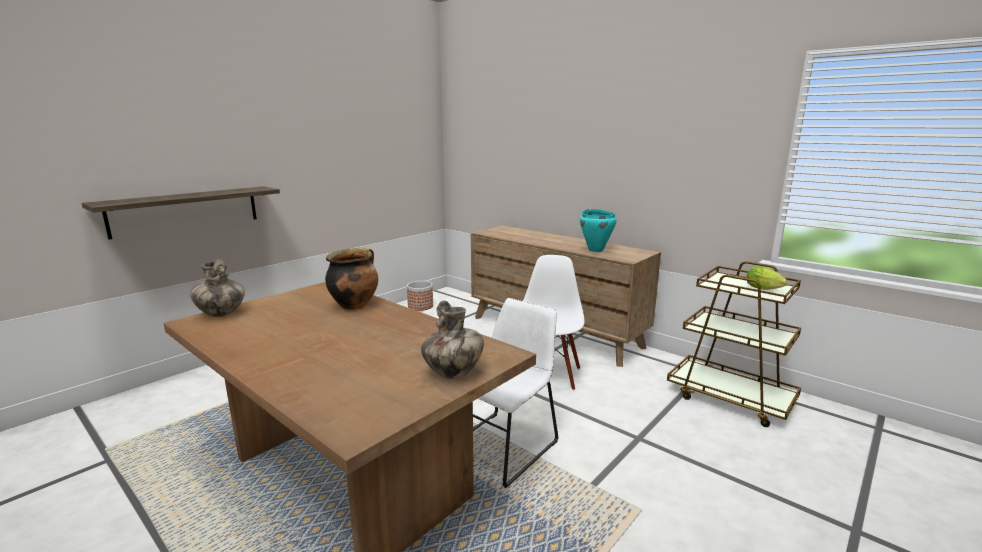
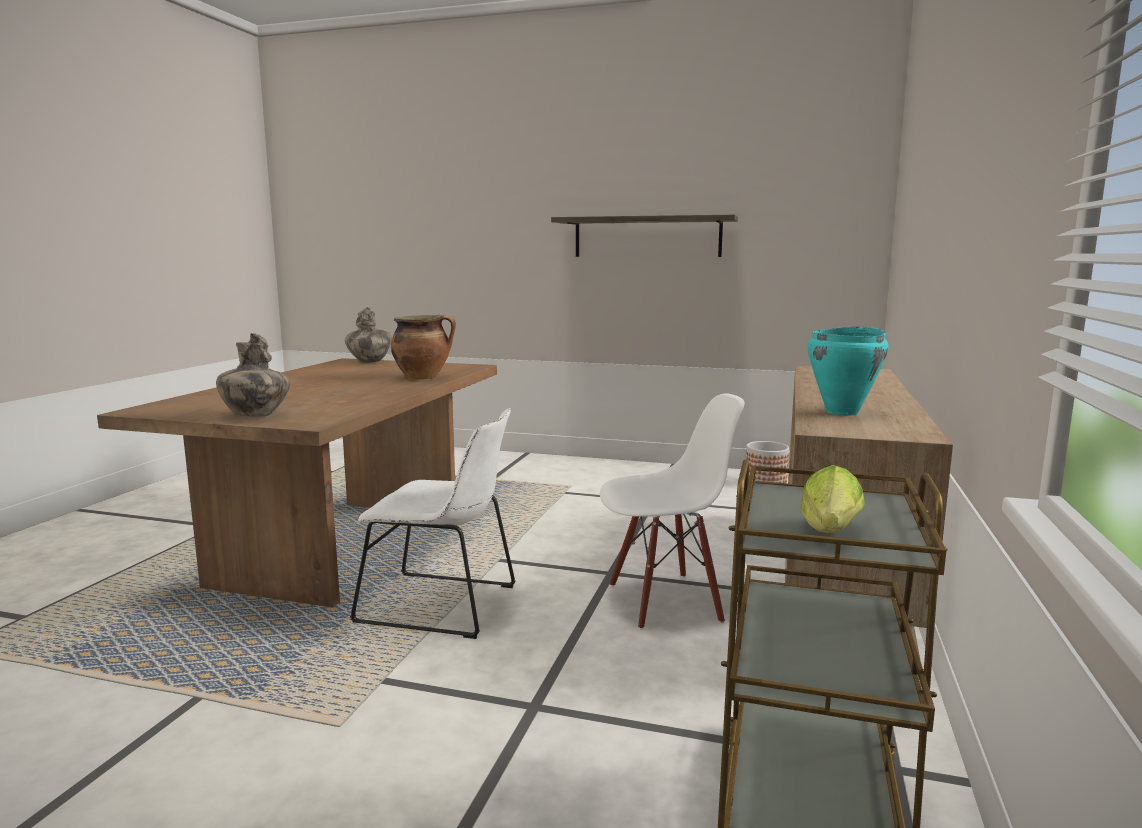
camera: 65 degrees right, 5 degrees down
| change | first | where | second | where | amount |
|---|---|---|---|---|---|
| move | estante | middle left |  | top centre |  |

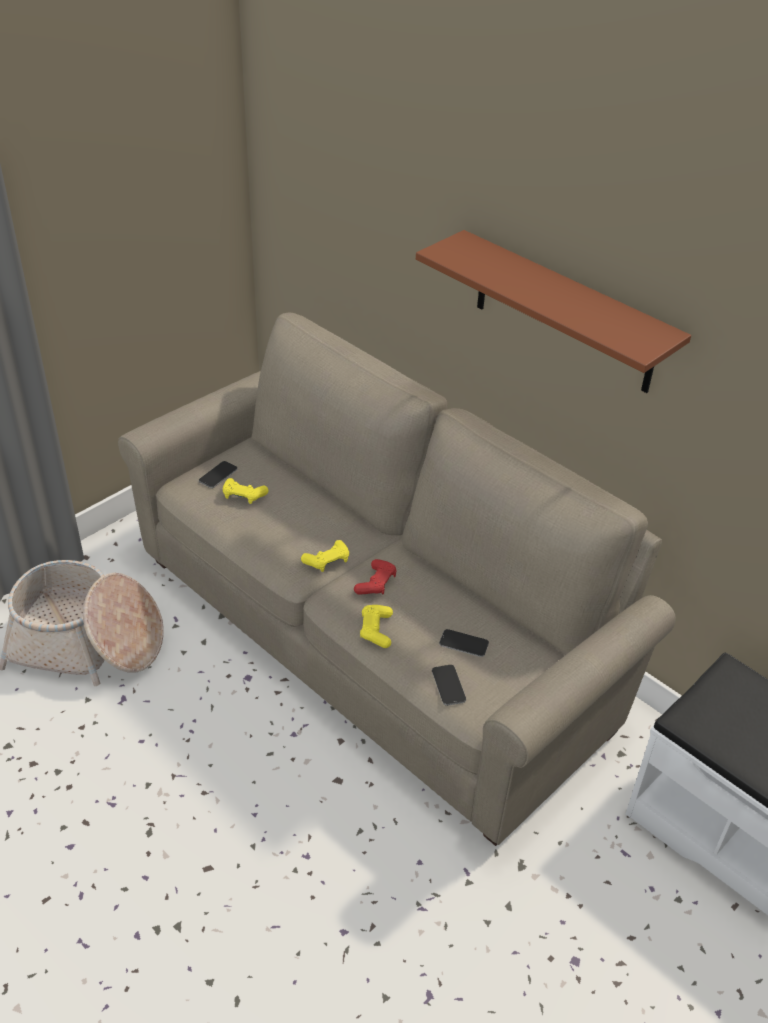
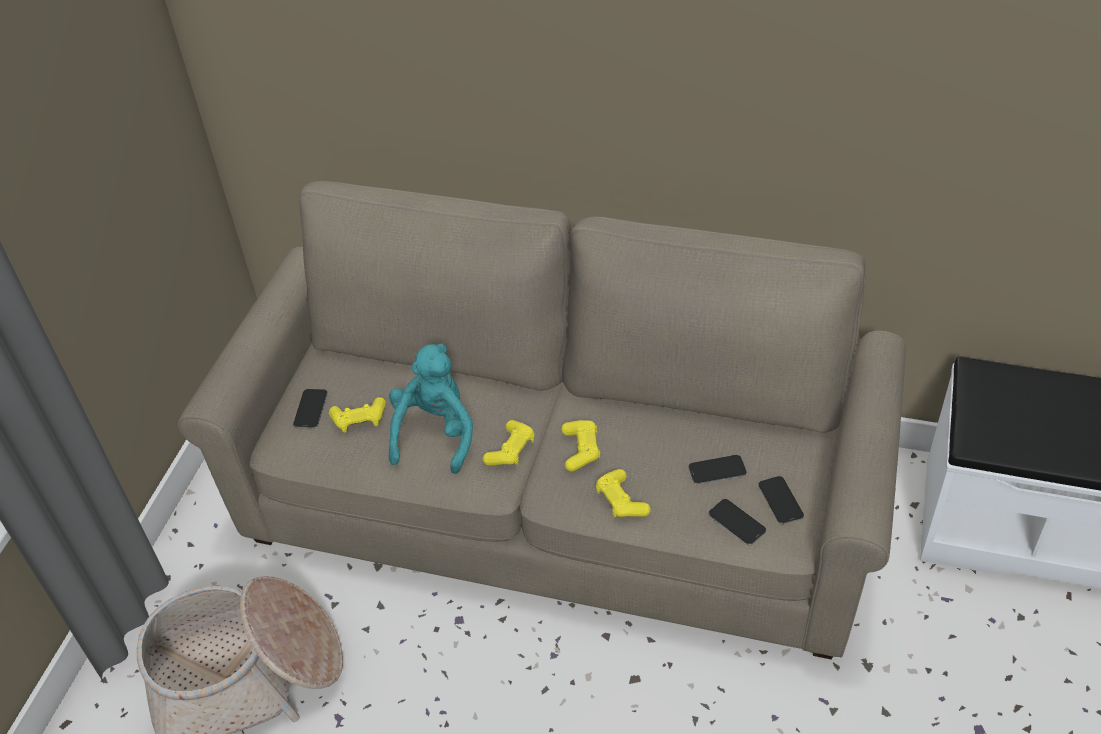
camera: 25 degrees left, 5 degrees up
| change | first | where | second | where | amount |
|---|---|---|---|---|---|
| delete | estante [marrón] | top right |  |  |  |
| insert |  |  | peluche [turquesa] | centre |  |
| insert |  |  | móvil (4th from left) | bottom right |  |
| recolor | mando de consola [rojo] | centre | mando de consola [amarillo] (3rd from left) | centre |  |

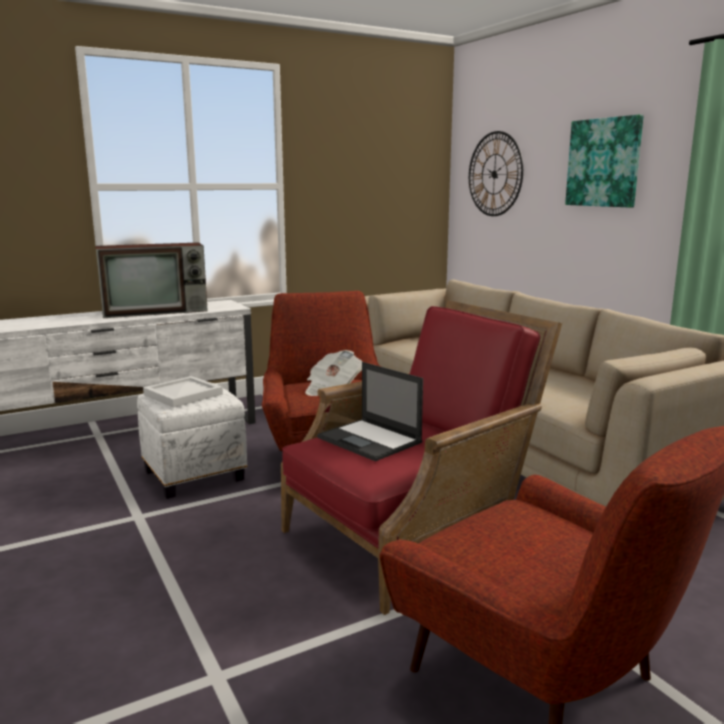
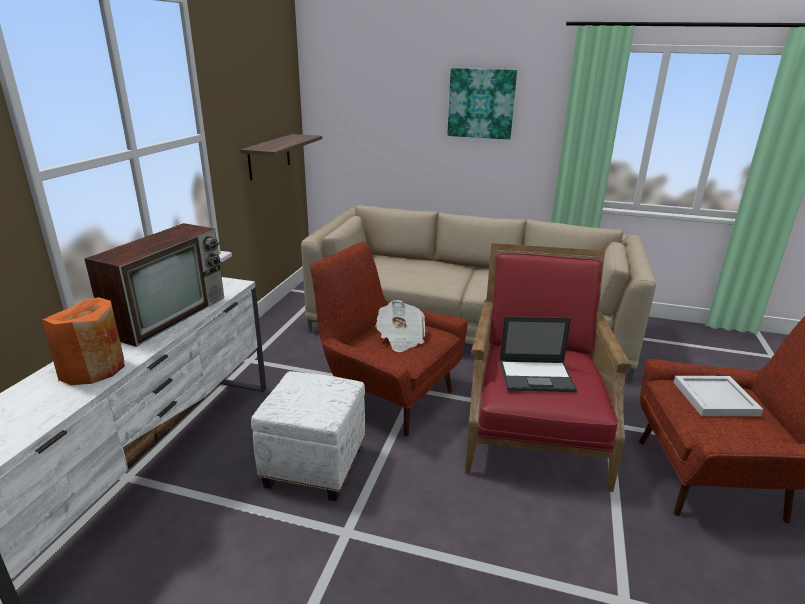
camera: 45 degrees left, 10 degrees up
| change | first | where | second | where | amount |
|---|---|---|---|---|---|
| delete | reloj de pared | top right |  |  |  |
| insert |  |  | florero [naranja] | middle left |  |
| insert |  |  | estante | top centre |  |
| move | bandeja [blanco] | middle left |  | middle right |  |

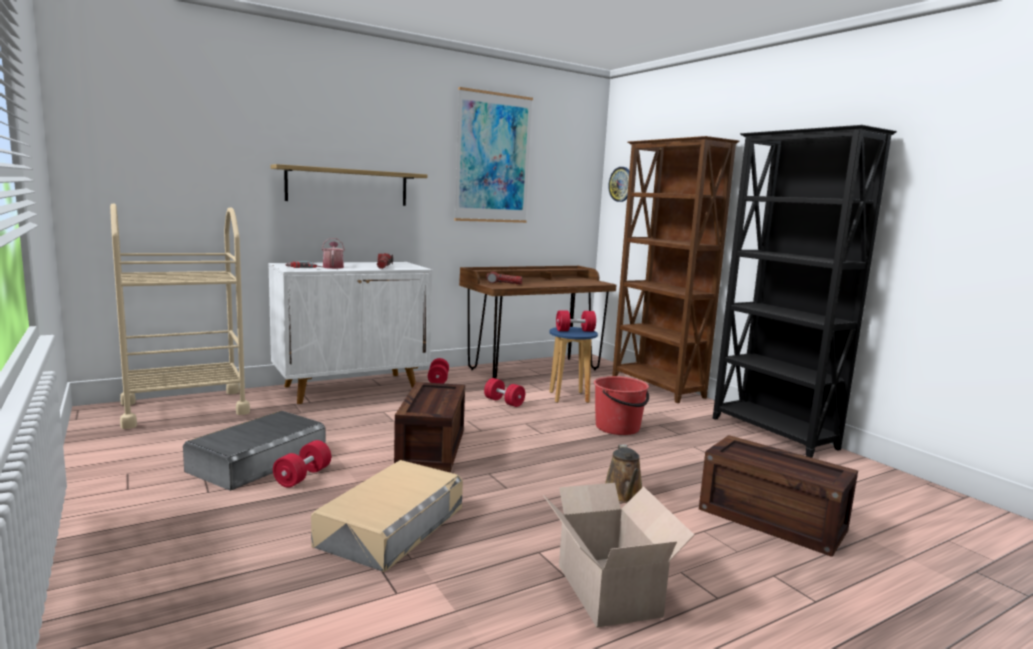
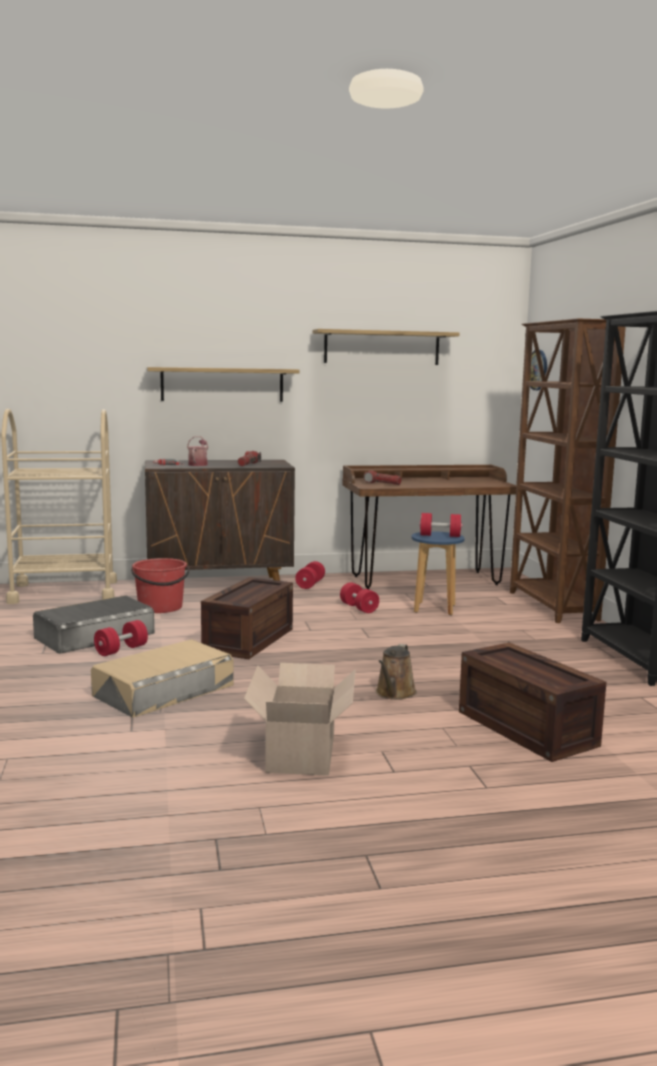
camera: 20 degrees right, 0 degrees up
| change | first | where | second | where | amount |
|---|---|---|---|---|---|
| move | cubo [rojo] | centre |  | middle left |  |
| replace | cuadro | top centre | estante (2nd from left) | top centre |  |
| recolor | armario [blanco] | centre | armario [marrón] | centre |  |

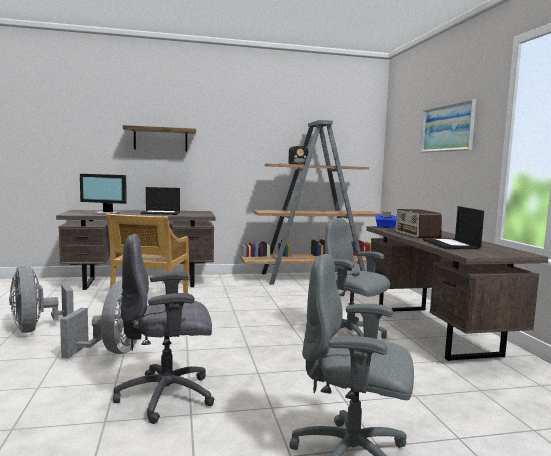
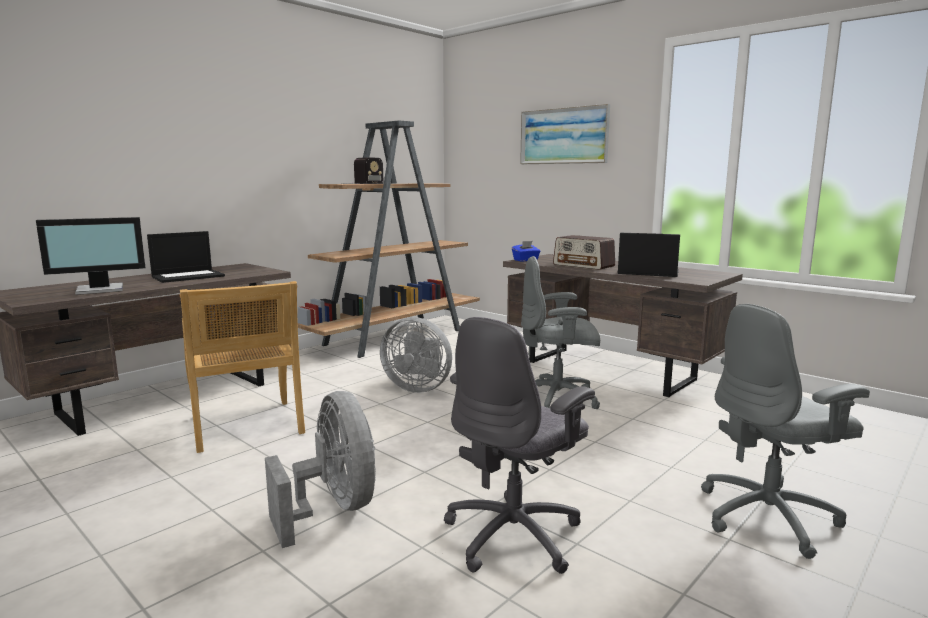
camera: 35 degrees left, 5 degrees up
| change | first | where | second | where | amount |
|---|---|---|---|---|---|
| delete | estante | top left |  |  |  |
| move | ventilador [gris] (1st from left in the first image) | middle left | ventilador [gris] (2nd from left) | centre |  |
| rotate | portátil (2nd from left) | middle right |  | middle right | 150 degrees clockwise |

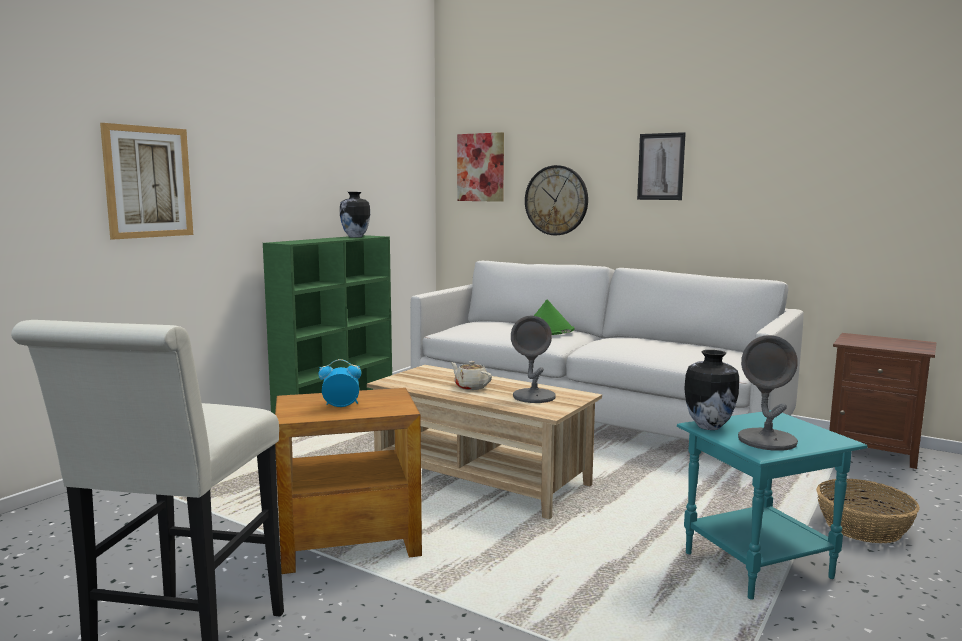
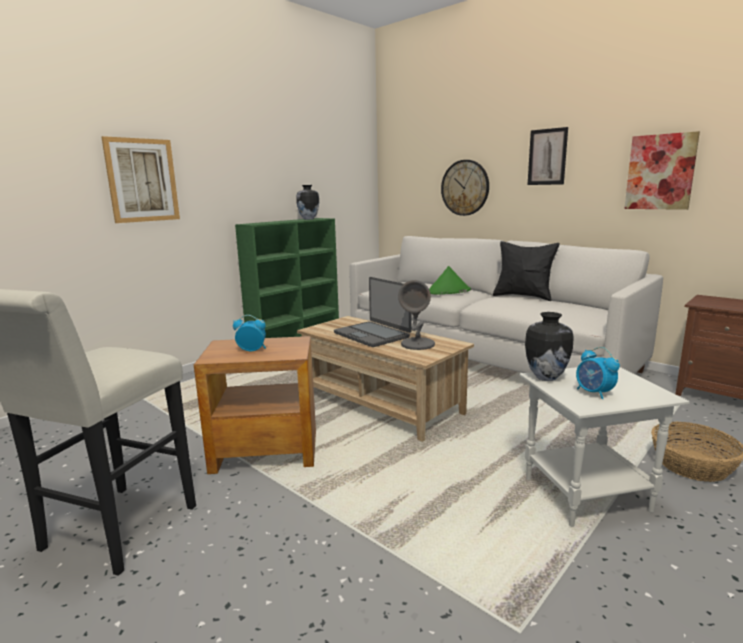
camera: 10 degrees right, 5 degrees up
| change | first | where | second | where | amount |
|---|---|---|---|---|---|
| insert |  |  | cojín [negro] | middle right |  |
| move | cuadro (2nd from left in the first image) | top centre | cuadro (3rd from left) | top right |  |
| replace | tetera [beis] | centre | portátil | centre |  |
| replace | lámpara de mesa [gris] (2nd from left) | middle right | despertador (2nd from left) | middle right |  |
| recolor | mesa auxiliar [turquesa] | bottom right | mesa auxiliar [blanco] | bottom right |  |

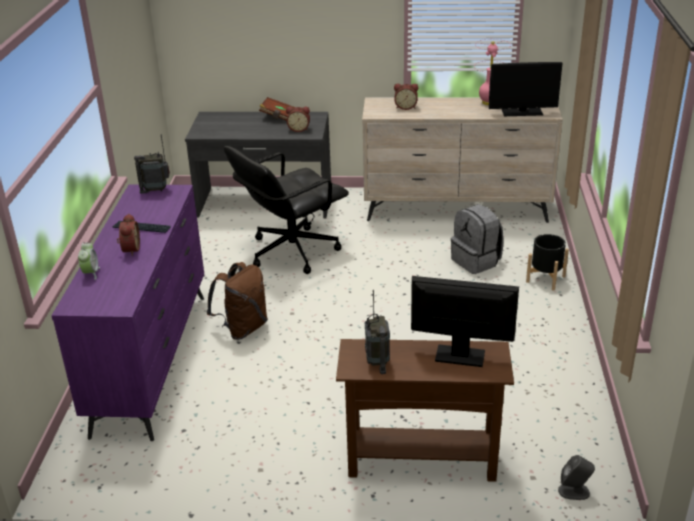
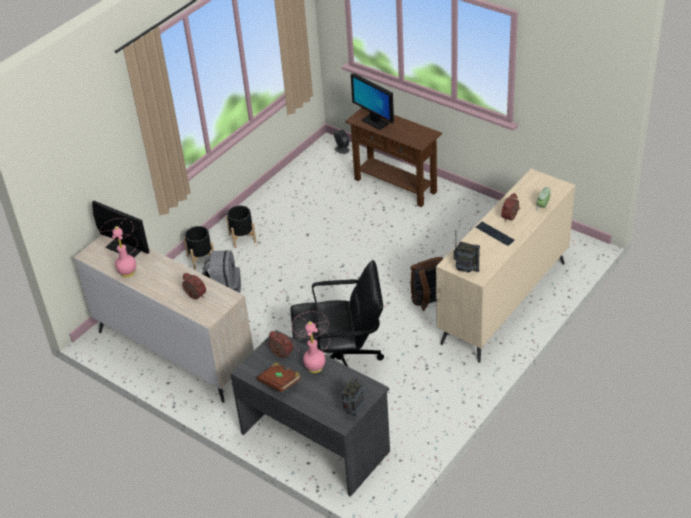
camera: 145 degrees left, 10 degrees up
| change | first | where | second | where | amount |
|---|---|---|---|---|---|
| insert |  |  | maceta [negro] (2nd from left) | centre |  |
| insert |  |  | lámpara de mesa [rosa] (2nd from left) | centre |  |
| move | radio (2nd from left in the first image) | centre | radio (1st from left) | bottom centre |  |
| recolor | cómoda [morado] | middle left | cómoda [beis] (2nd from left) | middle right |  |

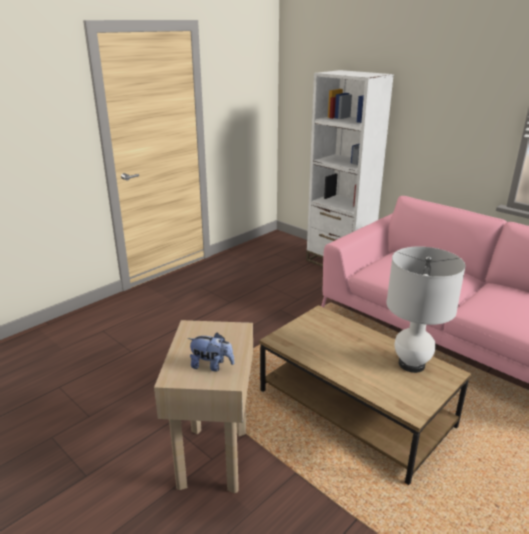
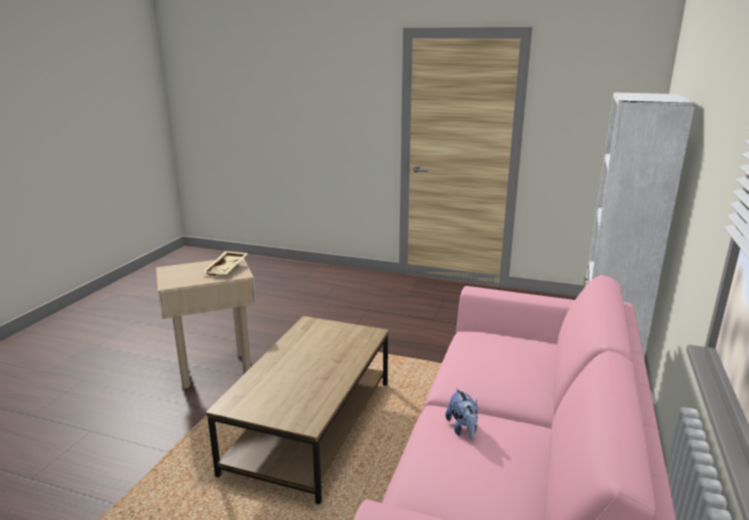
camera: 65 degrees right, 5 degrees down
| change | first | where | second | where | amount |
|---|---|---|---|---|---|
| delete | lámpara de mesa [blanco] | middle right |  |  |  |
| insert |  |  | bandeja [beis] | middle left |  |
| move | peluche | centre |  | bottom centre |  |

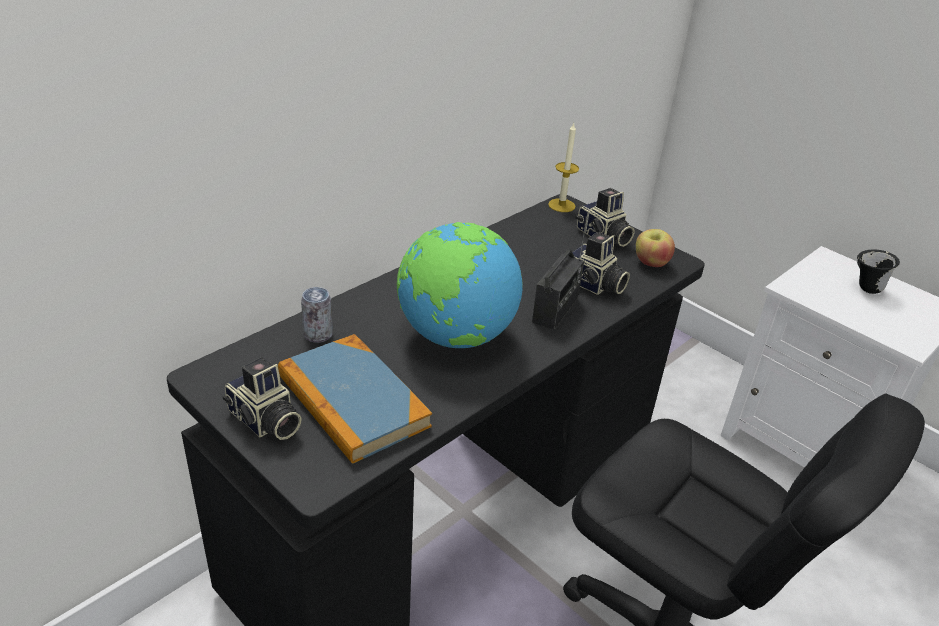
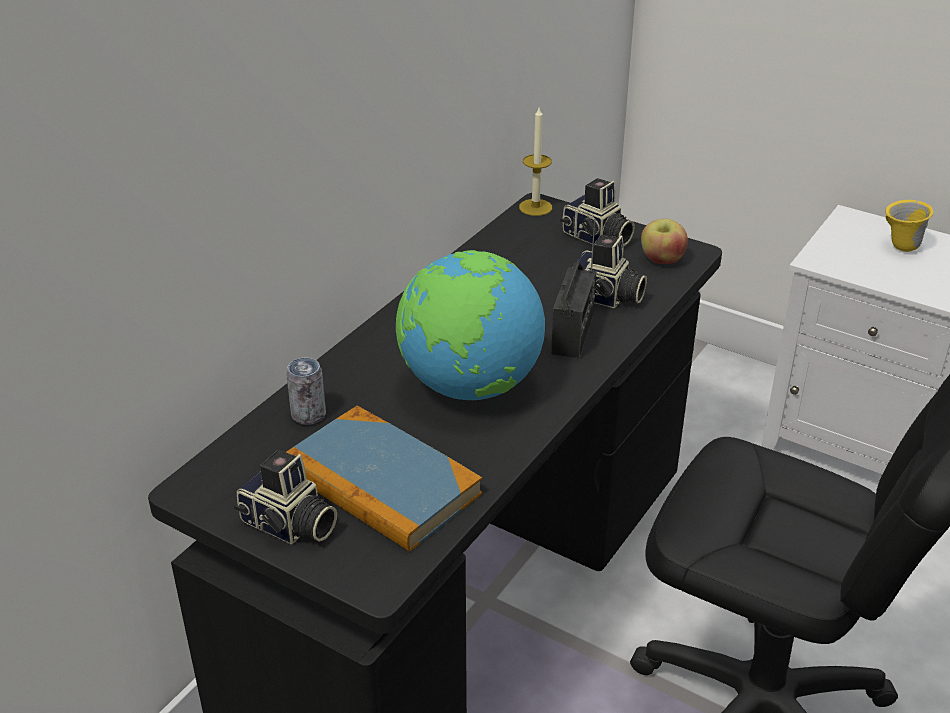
camera: 10 degrees left, 0 degrees up
| change | first | where | second | where | amount |
|---|---|---|---|---|---|
| recolor | taza grande [negro] | middle right | taza grande [amarillo] | top right |  |

